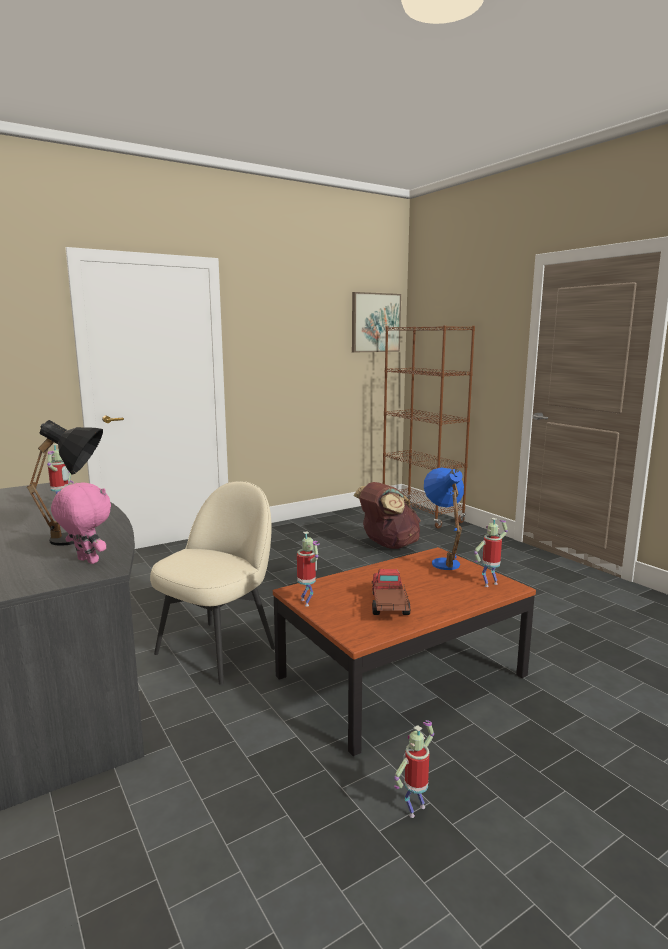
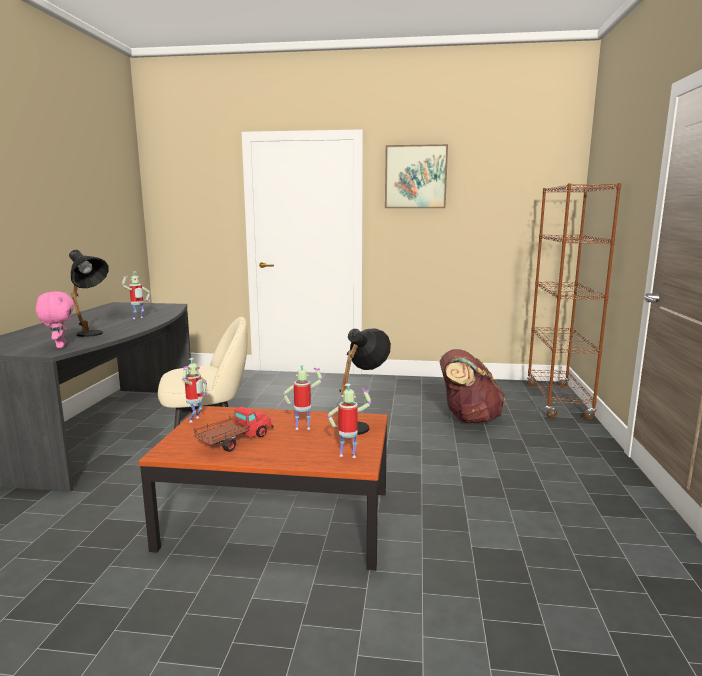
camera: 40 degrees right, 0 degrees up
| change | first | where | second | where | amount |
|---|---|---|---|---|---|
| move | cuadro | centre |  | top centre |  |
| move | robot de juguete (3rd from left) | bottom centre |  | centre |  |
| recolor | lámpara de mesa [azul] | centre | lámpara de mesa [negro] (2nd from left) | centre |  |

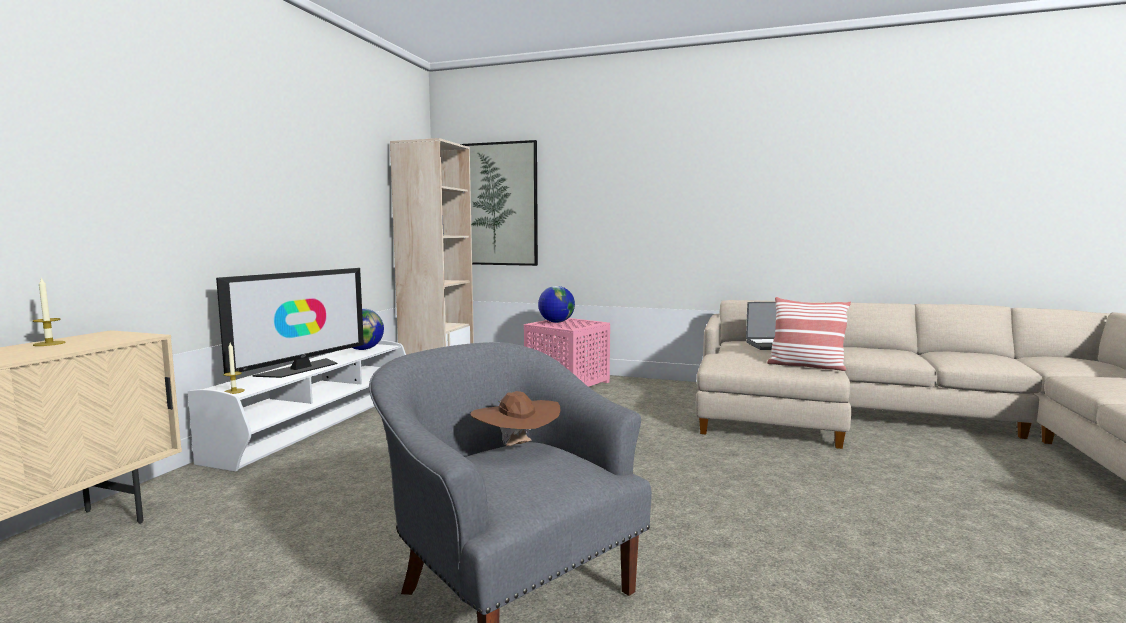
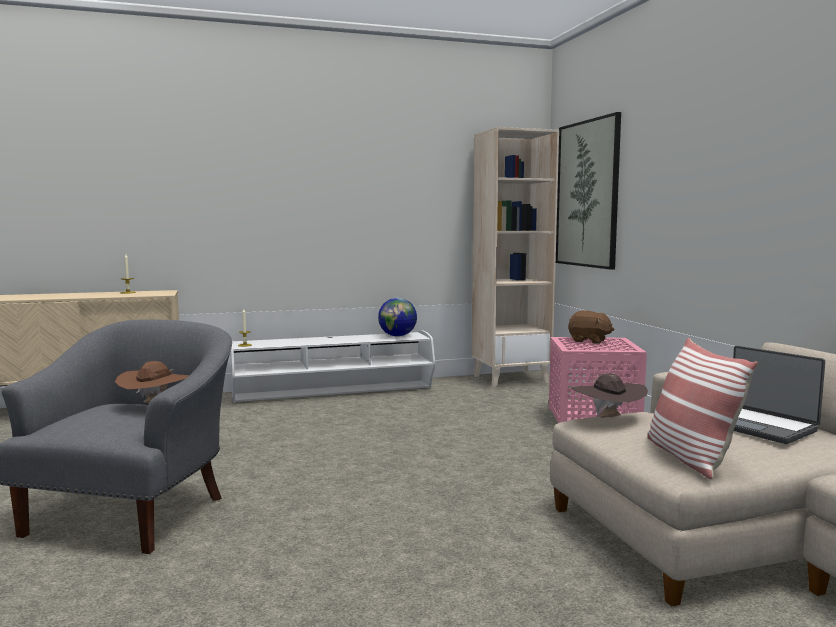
camera: 55 degrees right, 0 degrees up
| change | first | where | second | where | amount |
|---|---|---|---|---|---|
| delete | televisor | middle left |  |  |  |
| insert |  |  | sombrero [marrón] (2nd from left) | middle right |  |
| replace | globo terráqueo (2nd from left) | centre | peluche [marrón] | middle right |  |

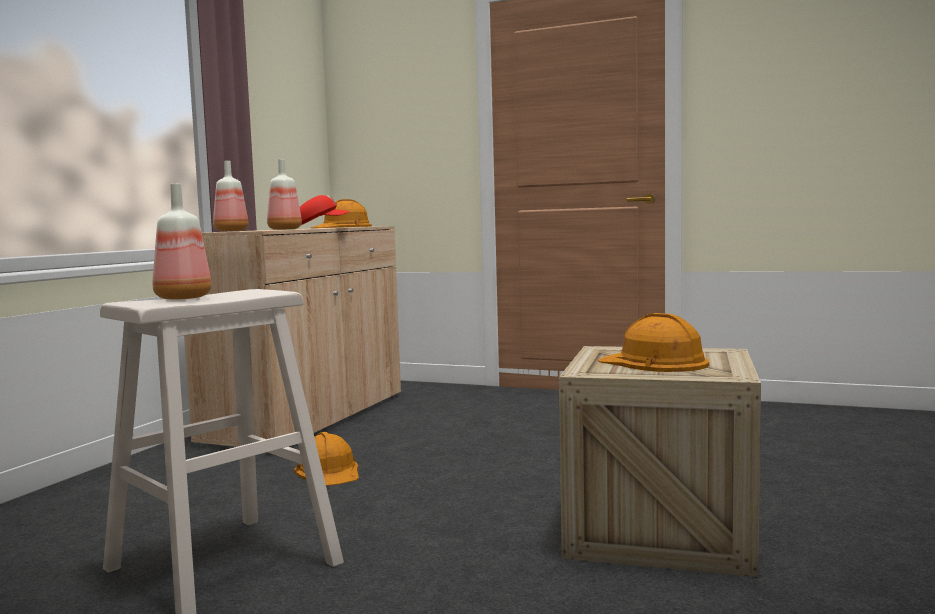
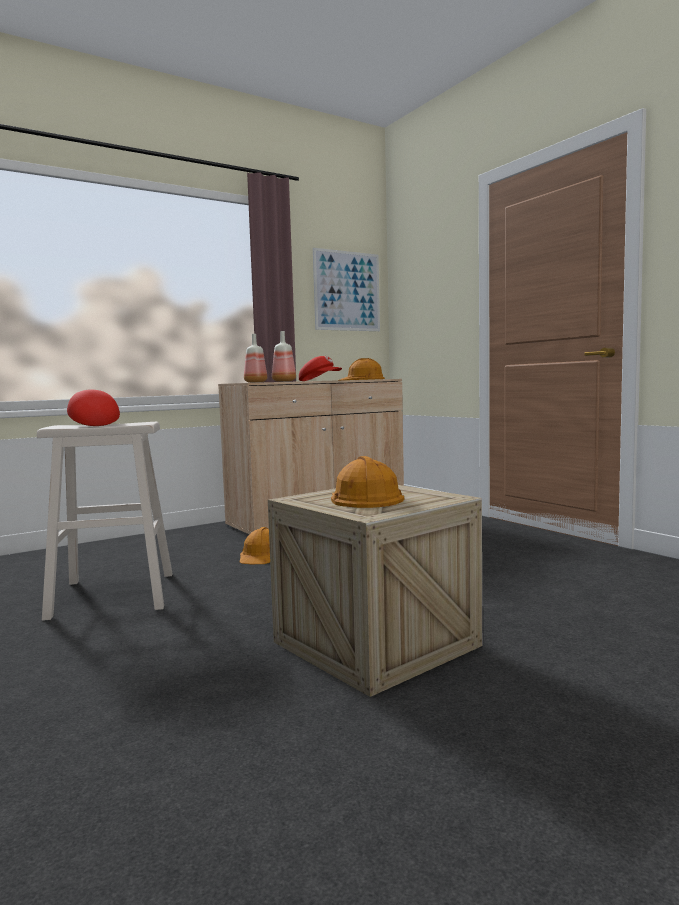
camera: 35 degrees right, 0 degrees up
| change | first | where | second | where | amount |
|---|---|---|---|---|---|
| insert |  |  | cuadro | top centre |  |
| replace | botella (1st from left) | middle left | gorra [rojo] (1st from left) | middle left |  |

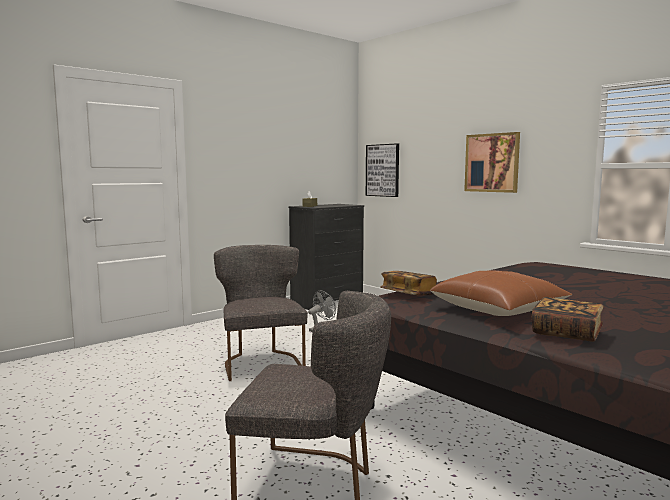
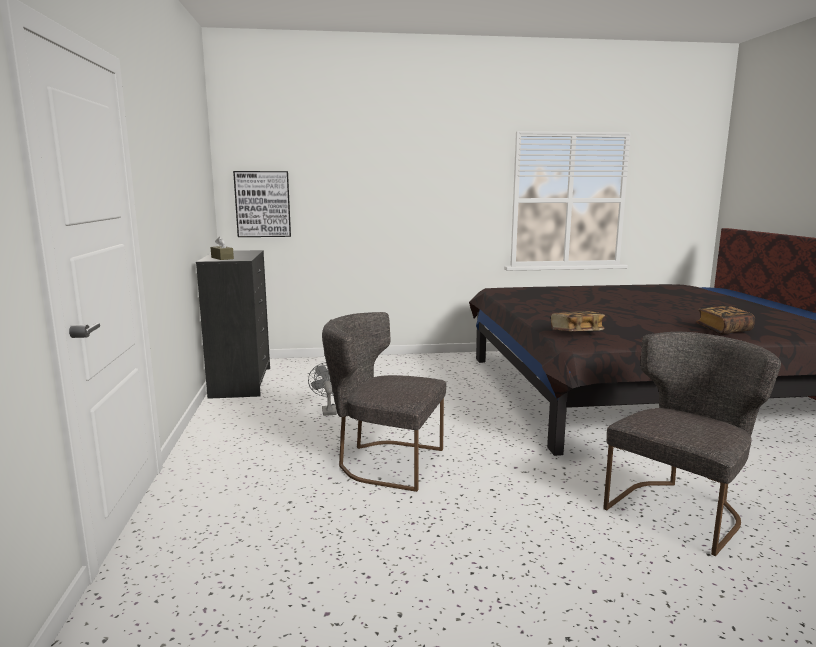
camera: 55 degrees left, 5 degrees up
| change | first | where | second | where | amount |
|---|---|---|---|---|---|
| delete | cojín [marrón] | middle right |  |  |  |
| delete | cuadro (2nd from left) | top right |  |  |  |

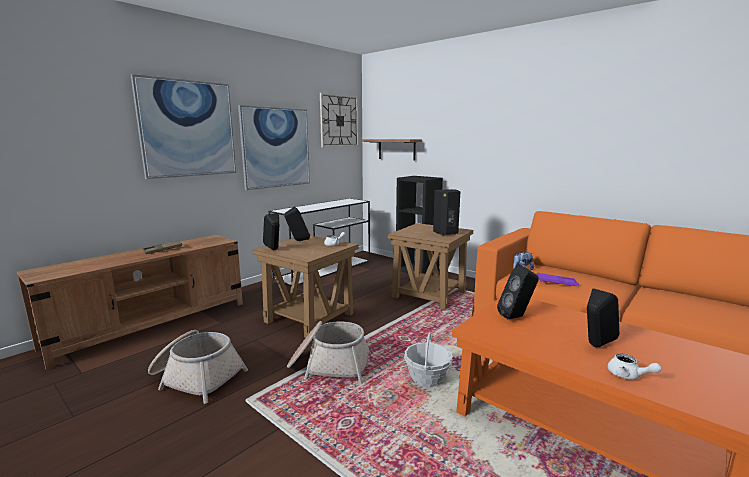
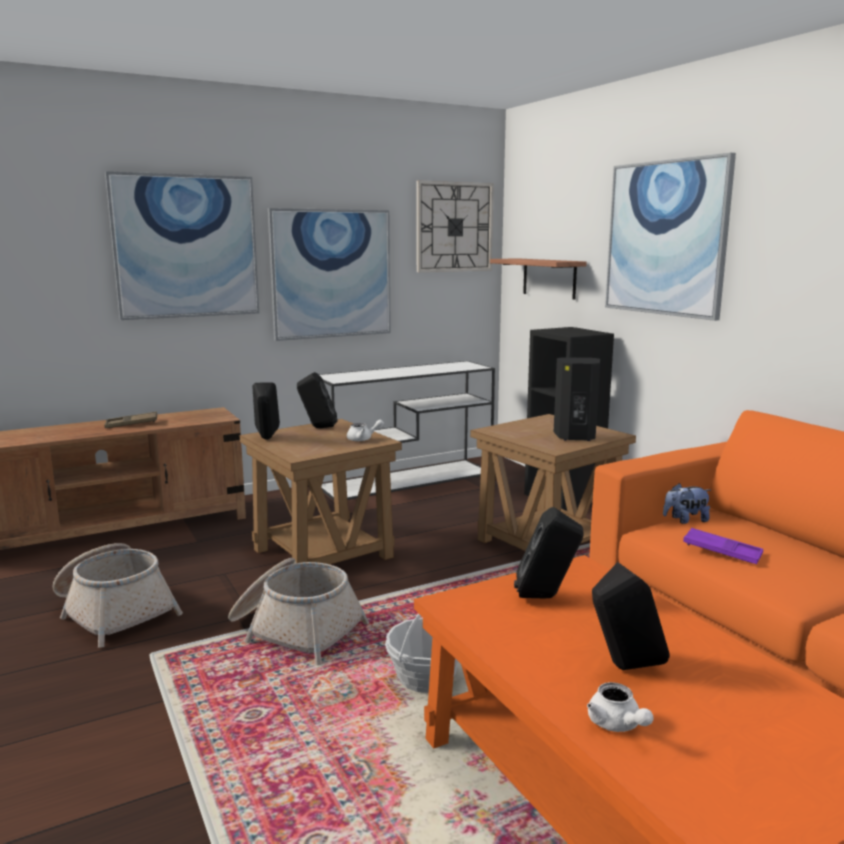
camera: 20 degrees right, 0 degrees up
| change | first | where | second | where | amount |
|---|---|---|---|---|---|
| insert |  |  | cuadro (3rd from left) | top right |  |

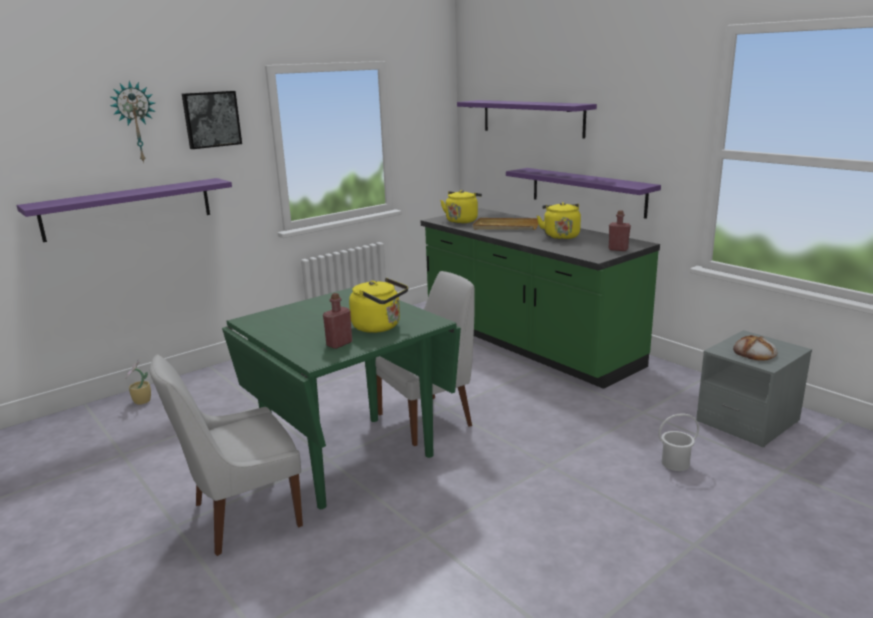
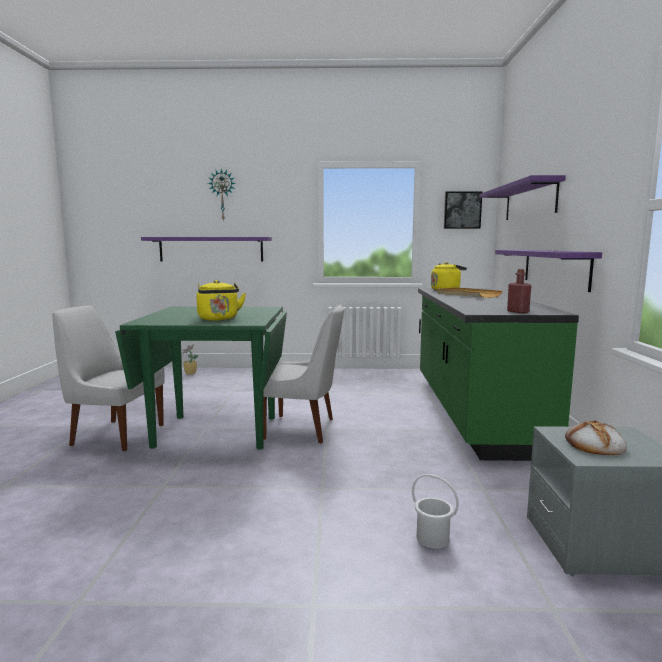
camera: 40 degrees right, 10 degrees down
| change | first | where | second | where | amount |
|---|---|---|---|---|---|
| delete | botella [rojo] (1st from left) | centre |  |  |  |
| delete | hervidor [amarillo] (3rd from left) | centre |  |  |  |
| move | cuadro | top left |  | top right |  |

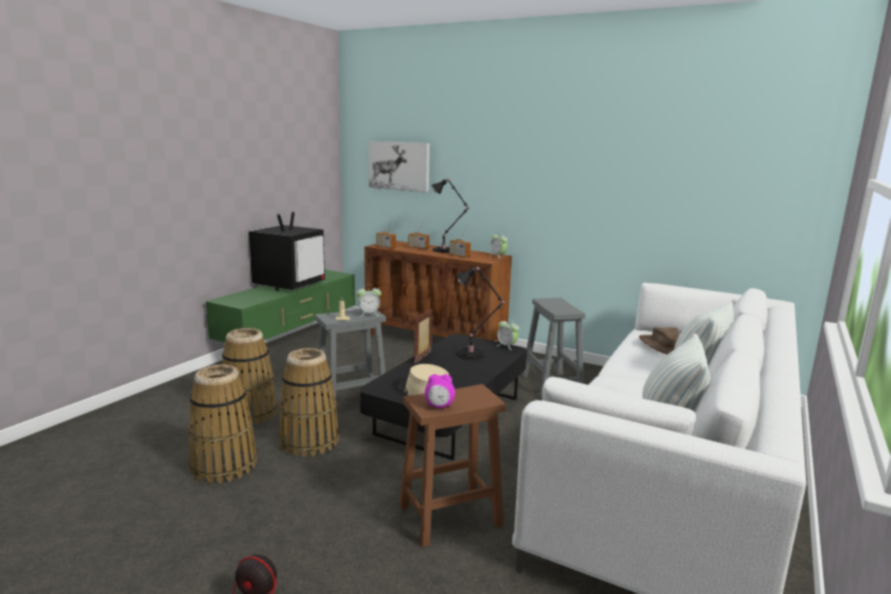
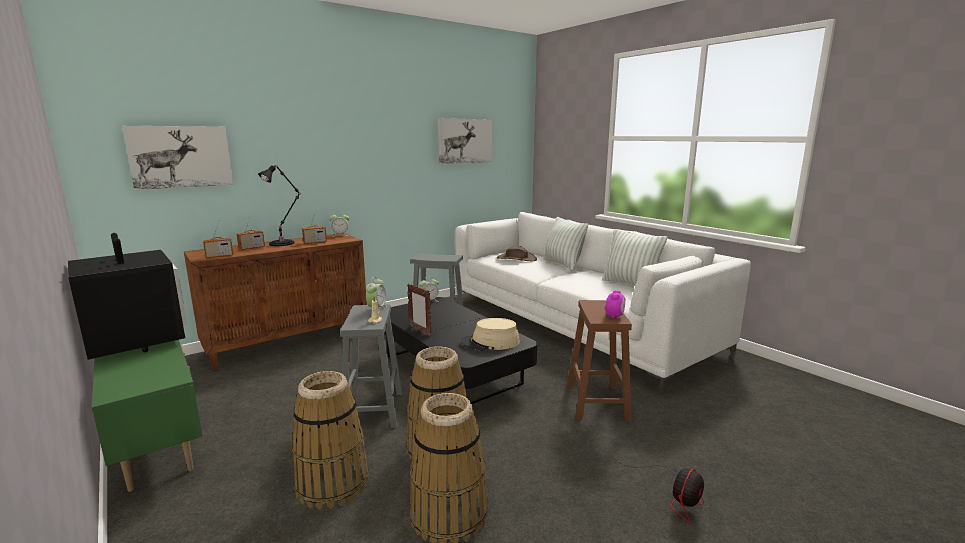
camera: 65 degrees left, 0 degrees up
| change | first | where | second | where | amount |
|---|---|---|---|---|---|
| delete | lámpara de mesa [negro] (2nd from left) | centre |  |  |  |
| insert |  |  | cuadro (2nd from left) | top centre |  |

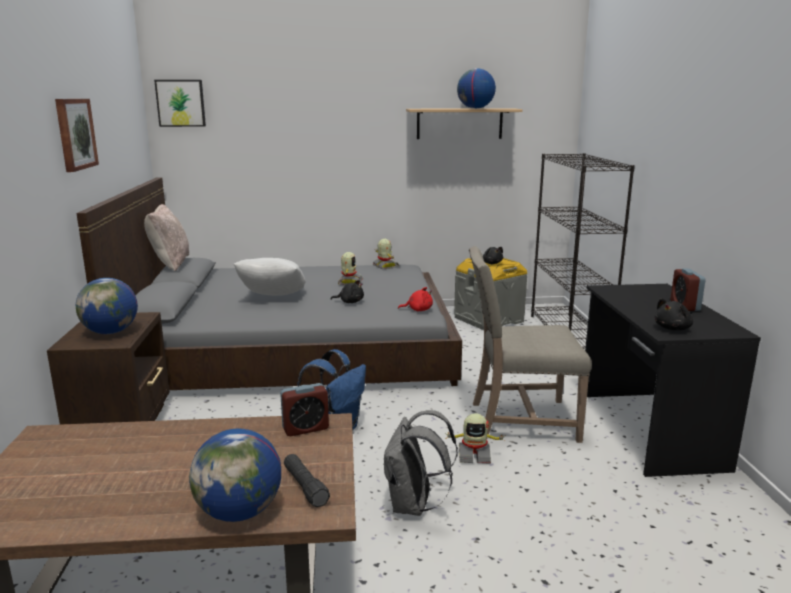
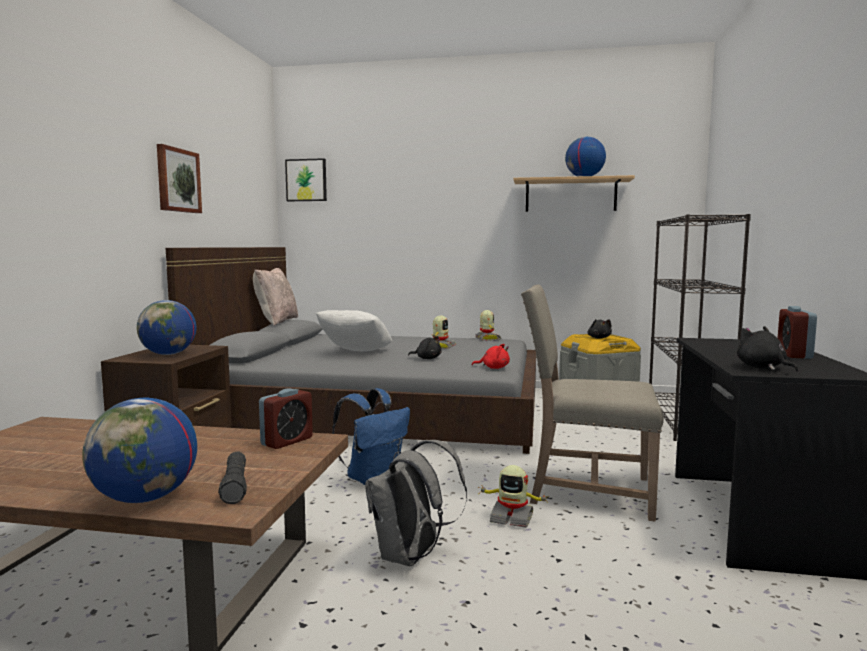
camera: 15 degrees right, 10 degrees down
| change | first | where | second | where | amount |
|---|---|---|---|---|---|
| rotate | despertador (1st from left) | bottom centre |  | middle left | 45 degrees counterclockwise |
| rotate | peluche [negro] (3rd from left) | middle right |  | middle right | 90 degrees clockwise |

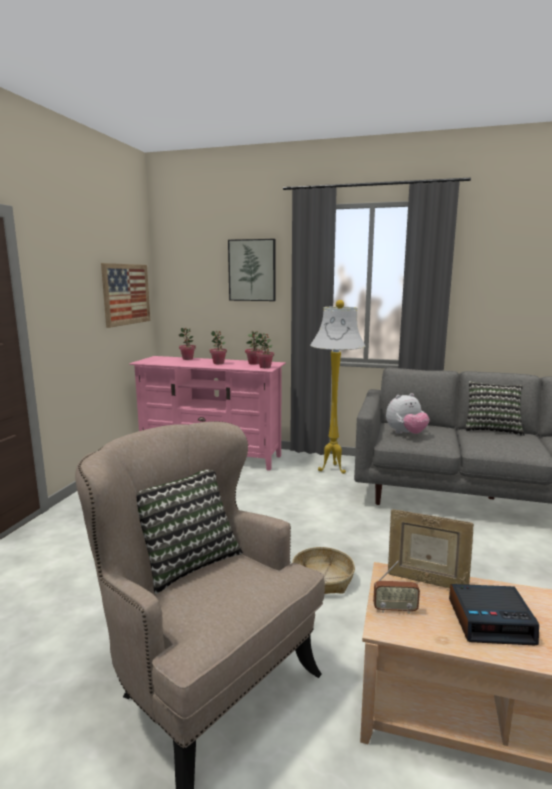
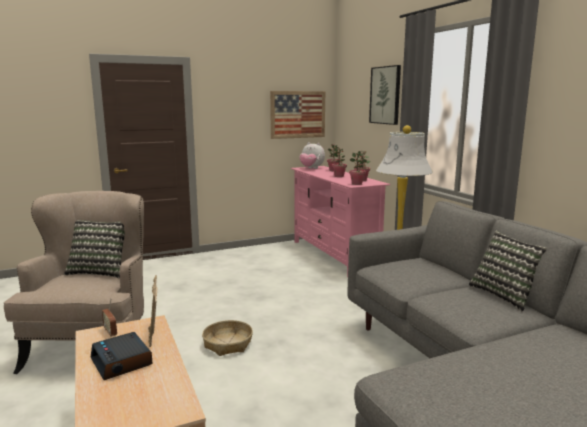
camera: 50 degrees right, 0 degrees up
| change | first | where | second | where | amount |
|---|---|---|---|---|---|
| move | peluche | middle right |  | centre |  |

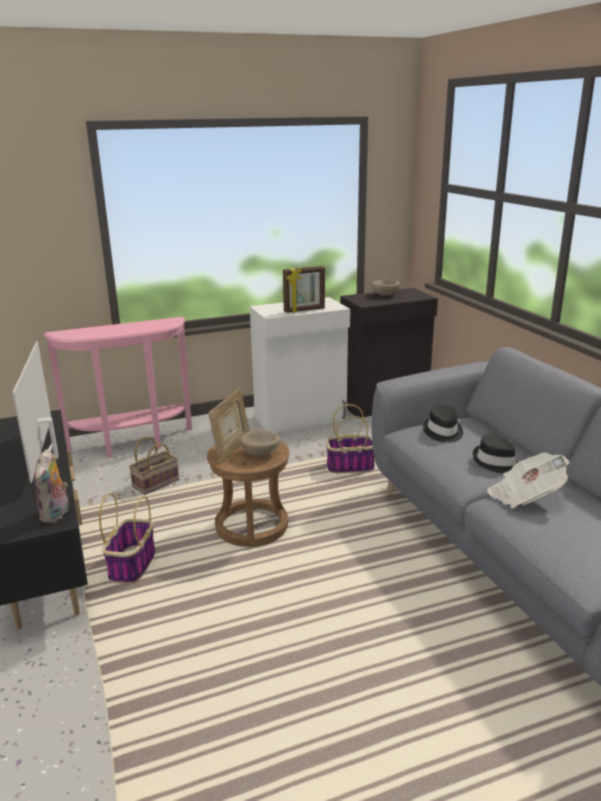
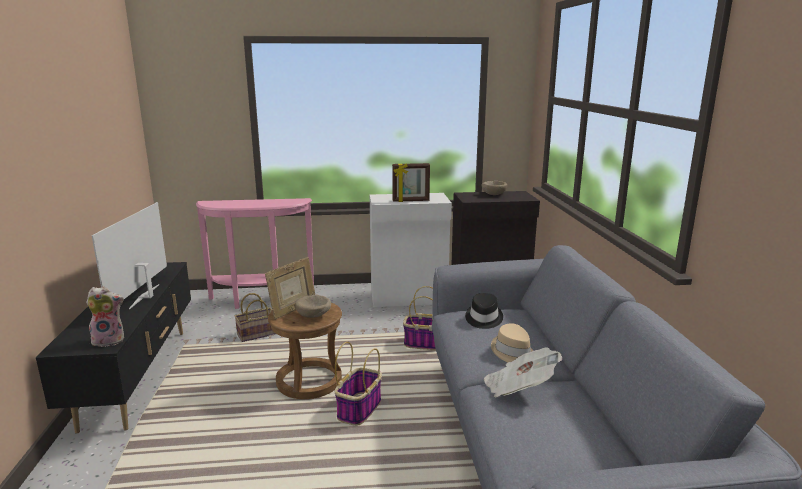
camera: 15 degrees right, 5 degrees down
| change | first | where | second | where | amount |
|---|---|---|---|---|---|
| move | cesta (1st from left in the first image) | bottom left | cesta (2nd from left) | bottom centre |  |
| recolor | sombrero [negro] (2nd from left) | middle right | sombrero [beis] | bottom centre |  |
| rotate | peluche | middle left |  | middle left | 120 degrees counterclockwise |

